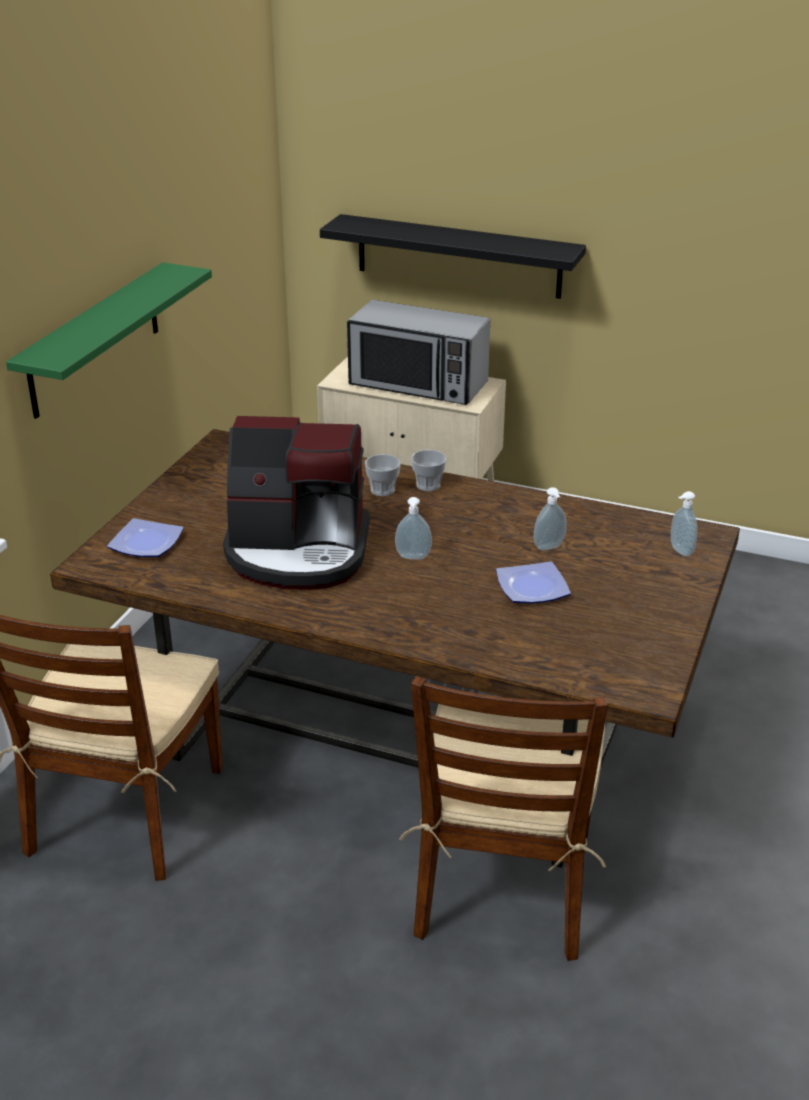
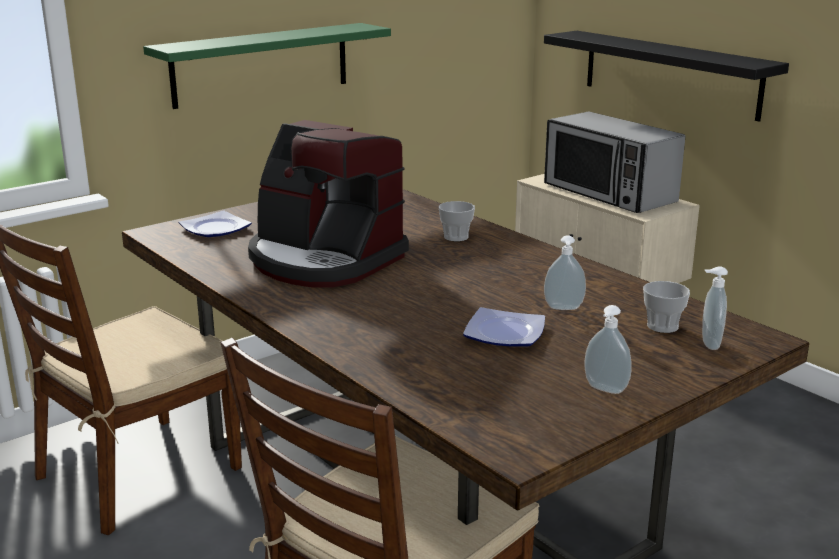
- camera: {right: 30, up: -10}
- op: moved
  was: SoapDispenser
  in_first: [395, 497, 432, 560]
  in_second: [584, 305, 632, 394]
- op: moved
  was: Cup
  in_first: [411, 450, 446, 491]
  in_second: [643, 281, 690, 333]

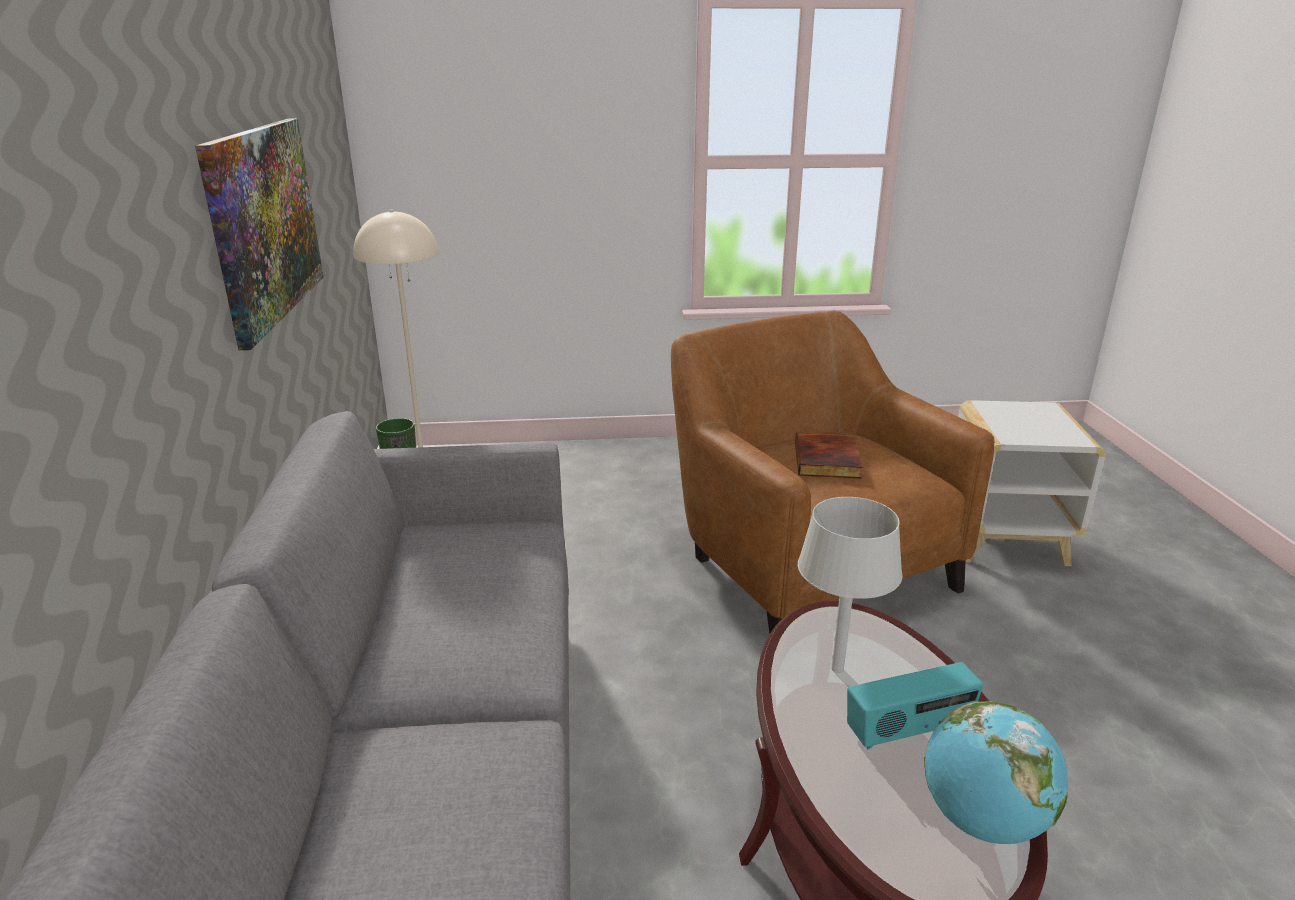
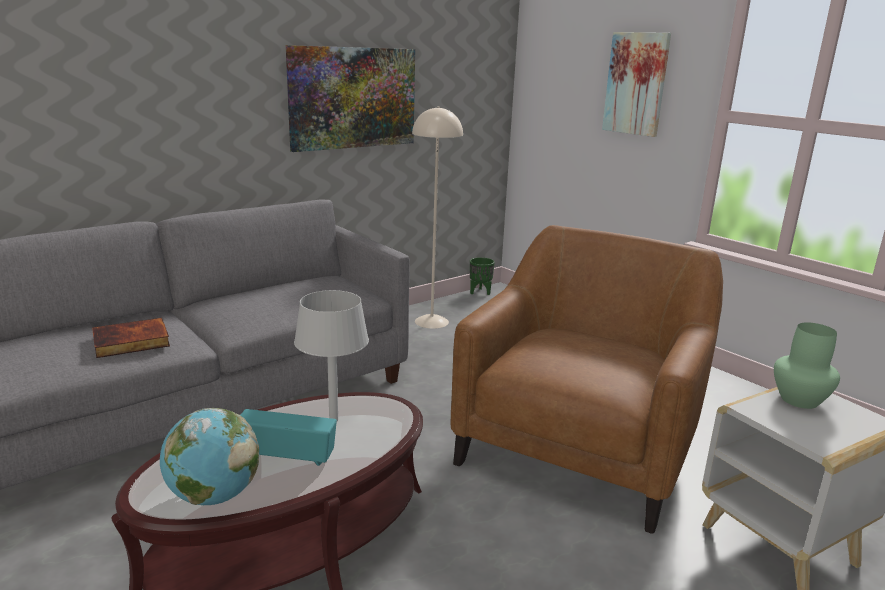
- camera: {right: 55, up: -5}
- op: moved
  was: Book
  in_first: [795, 433, 862, 478]
  in_second: [92, 318, 170, 358]
- op: turned
  was: RadioSet
  in_first: [847, 662, 983, 749]
  in_second: [240, 409, 337, 466]
  clockwise: 150
- op: added
  now: WallArt
  in_second: [602, 32, 671, 137]
- op: added
  now: GreenFlowerVase
  in_second: [774, 322, 840, 409]

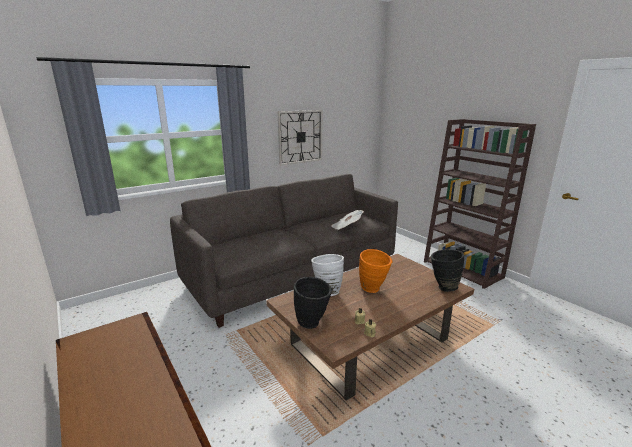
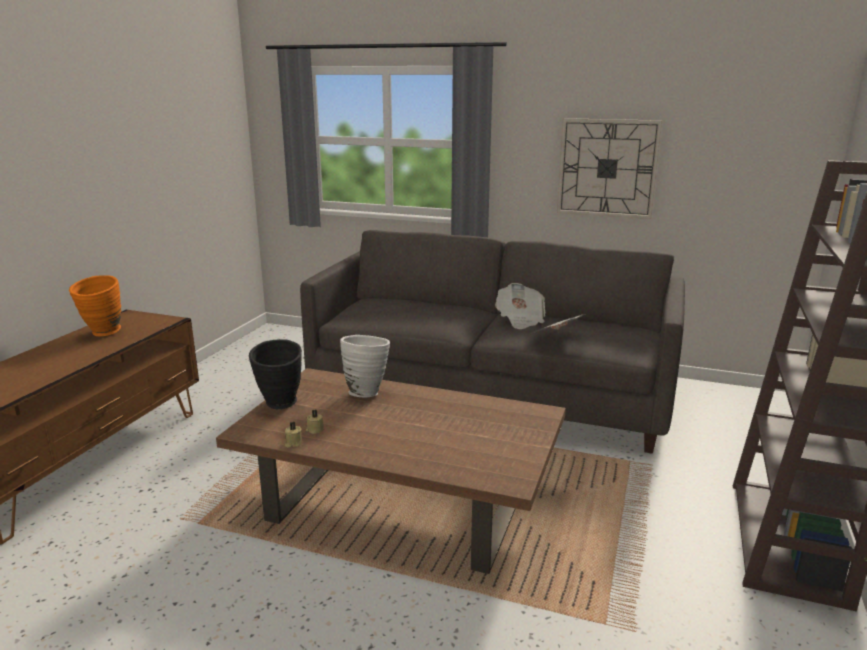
- camera: {right: 55, up: 0}
- op: moved
  was: OrangeFlowerVase
  in_first: [359, 249, 393, 293]
  in_second: [69, 275, 121, 336]
- op: added
  now: Newspaper
  in_second: [495, 283, 545, 329]
- op: removed
  was: BlackishFlowerVase
  in_first: [431, 249, 464, 292]

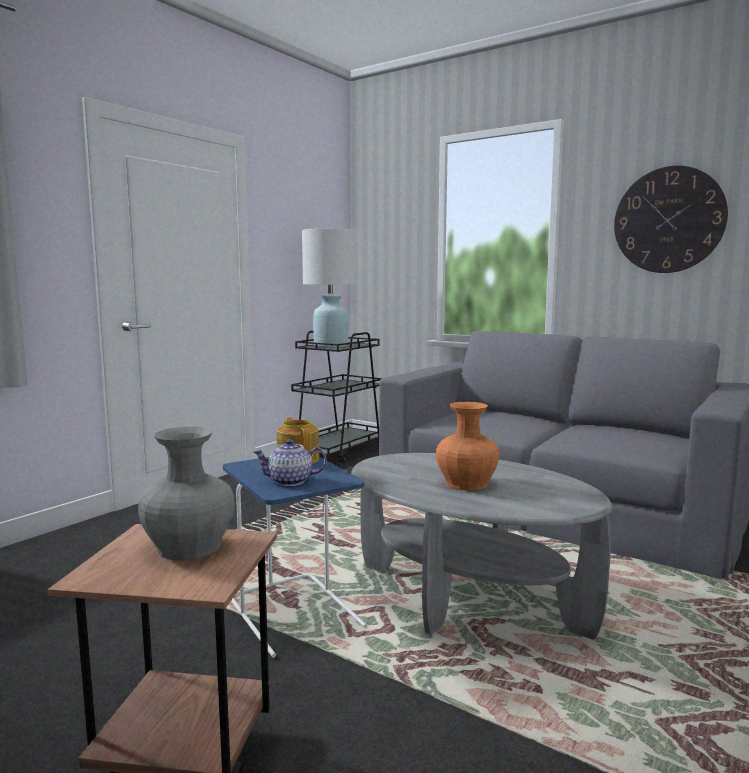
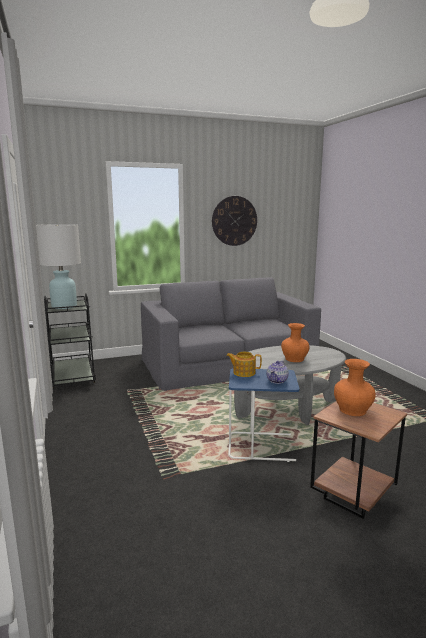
- camera: {right: -55, up: 5}
- op: recoloured
  was: GreyFlowerVase
  now: OrangeFlowerVase
  in_first: [138, 427, 235, 561]
  in_second: [334, 359, 375, 416]

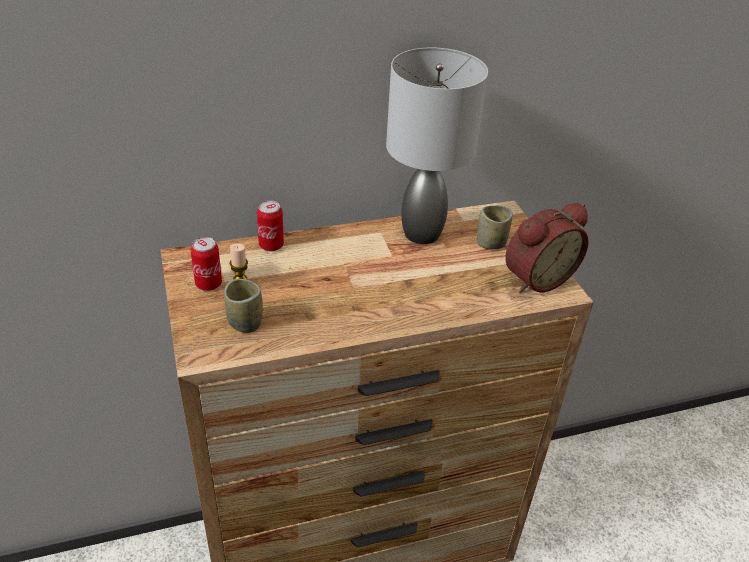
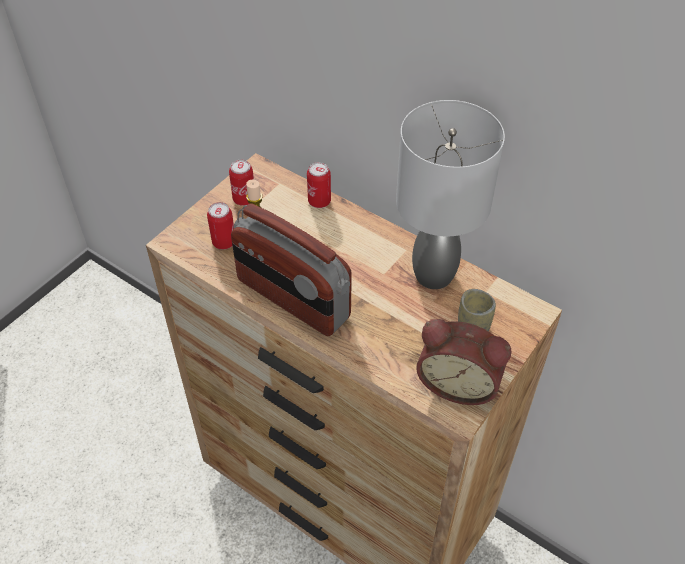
- camera: {right: 55, up: 10}
- op: replaced
  was: Cup
  now: MetalCan
  in_first: [224, 279, 263, 333]
  in_second: [207, 202, 234, 249]
- op: added
  now: RadioSet
  in_second: [231, 203, 352, 336]

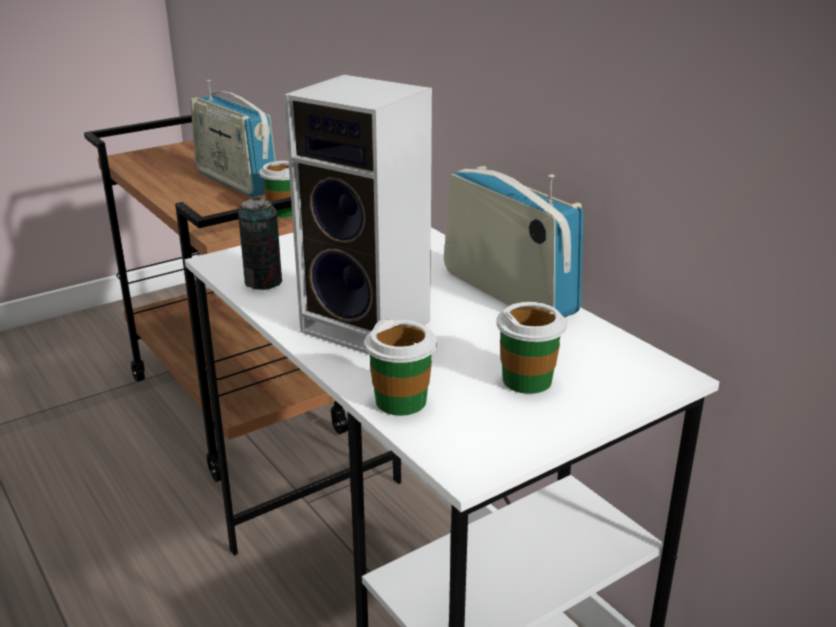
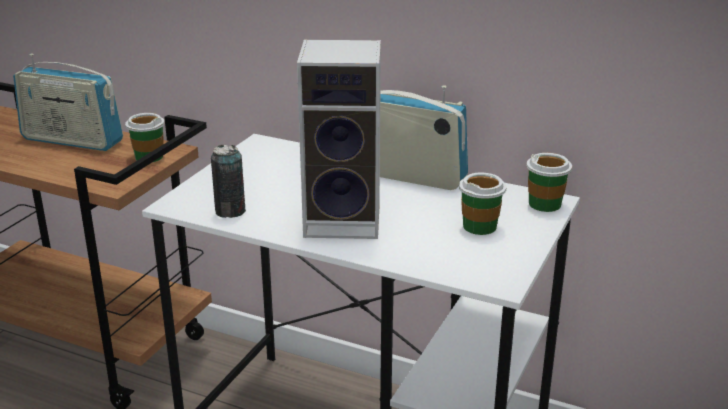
- camera: {right: -30, up: 0}
- op: moved
  was: Cup
  in_first: [365, 318, 437, 416]
  in_second: [526, 153, 572, 212]

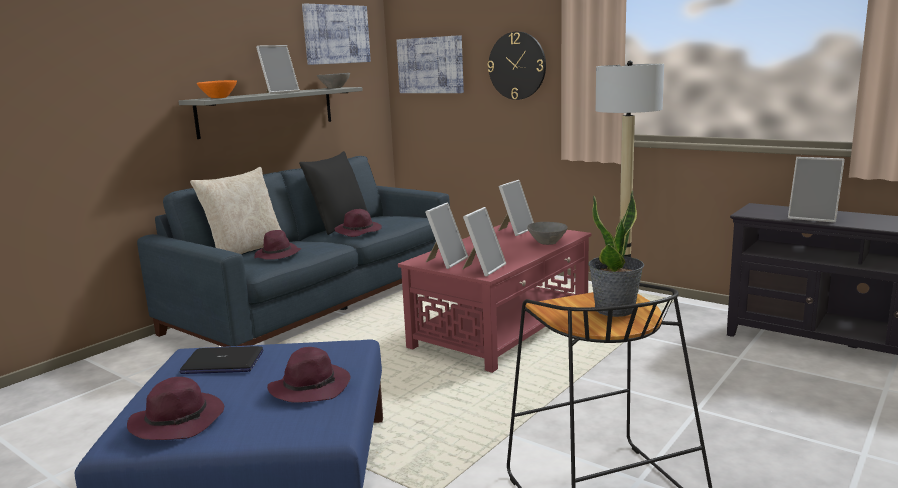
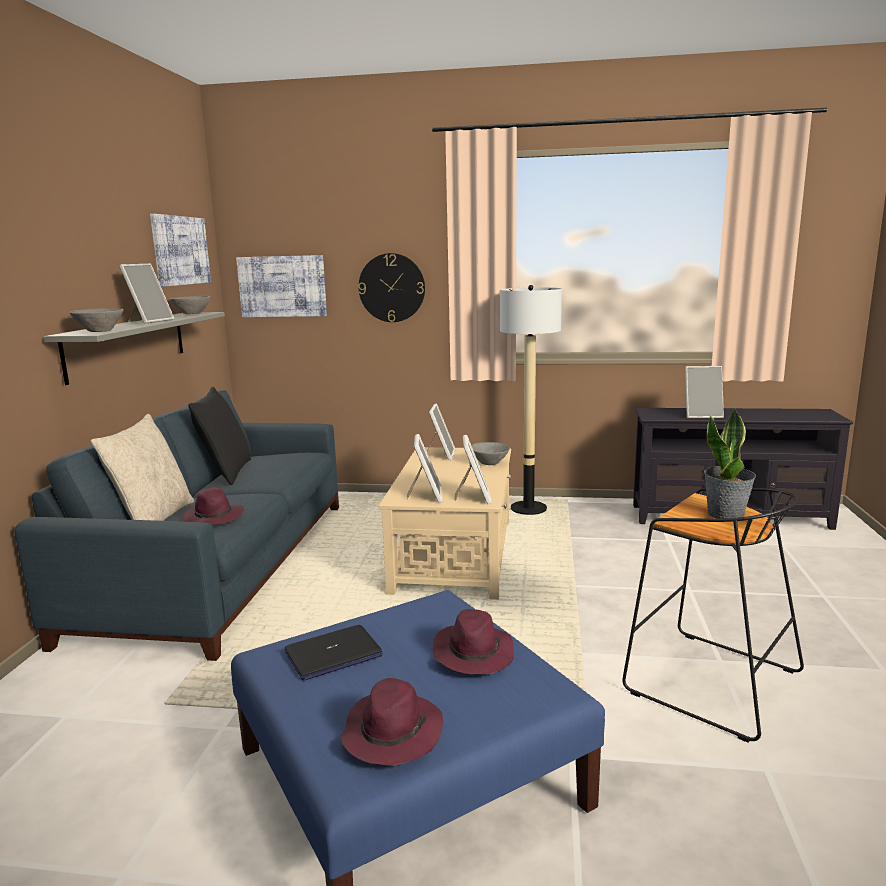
- camera: {right: -30, up: 0}
- op: recoloured
  was: OrangeDeepDish
  now: GreyDeepDish
  in_first: [197, 80, 237, 98]
  in_second: [70, 308, 124, 332]
- op: recoloured
  was: RedLowTable
  now: SandColouredLowTable
  in_first: [398, 222, 592, 373]
  in_second: [379, 447, 511, 600]
- op: removed
  was: PurplishHat
  in_first: [335, 209, 382, 237]

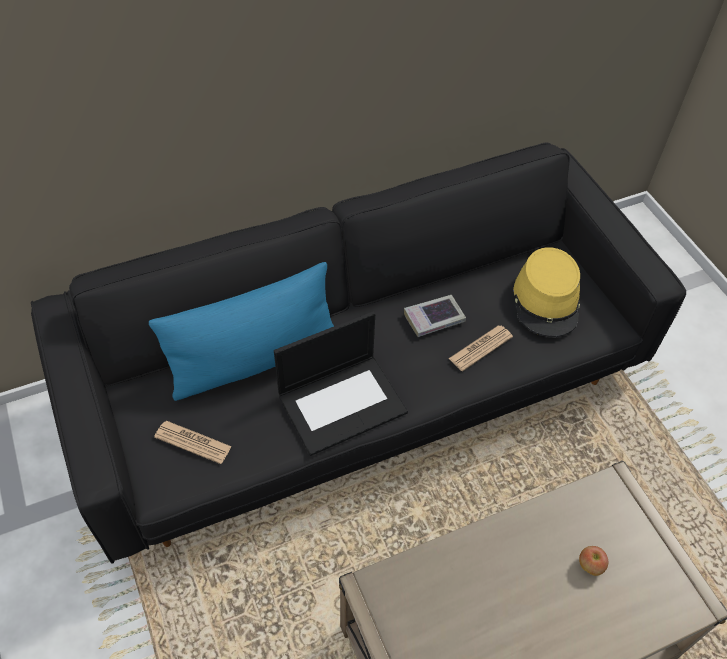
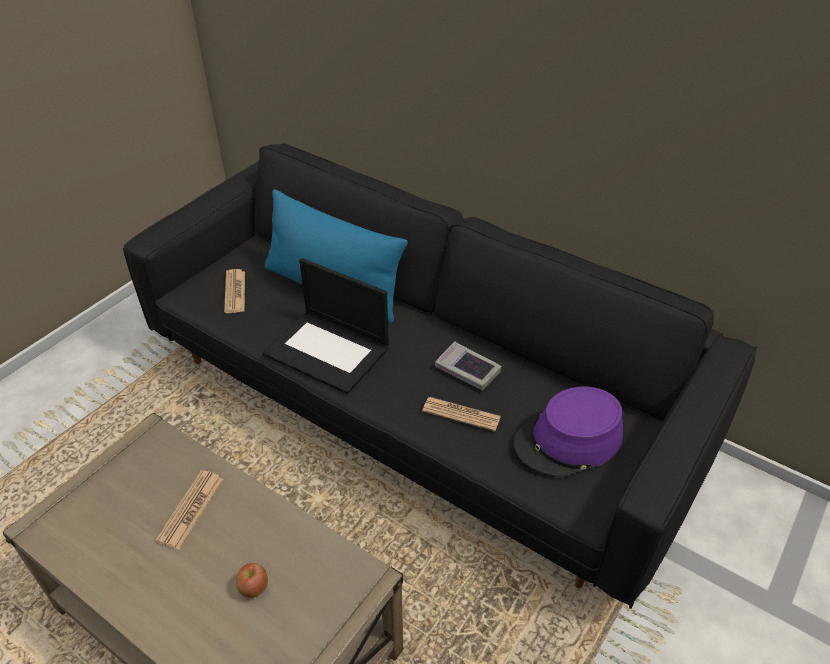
- camera: {right: 60, up: -10}
- op: added
  now: Newspaper
  in_second: [155, 470, 223, 550]
- op: recoloured
  was: YellowColouredHat
  now: PurplishHat
  in_first: [513, 247, 580, 337]
  in_second: [513, 386, 623, 477]

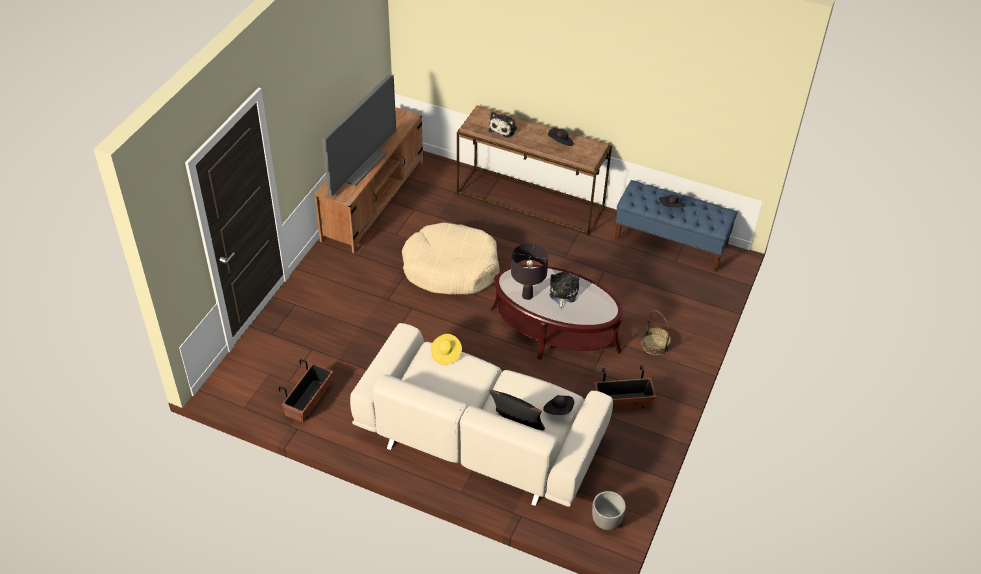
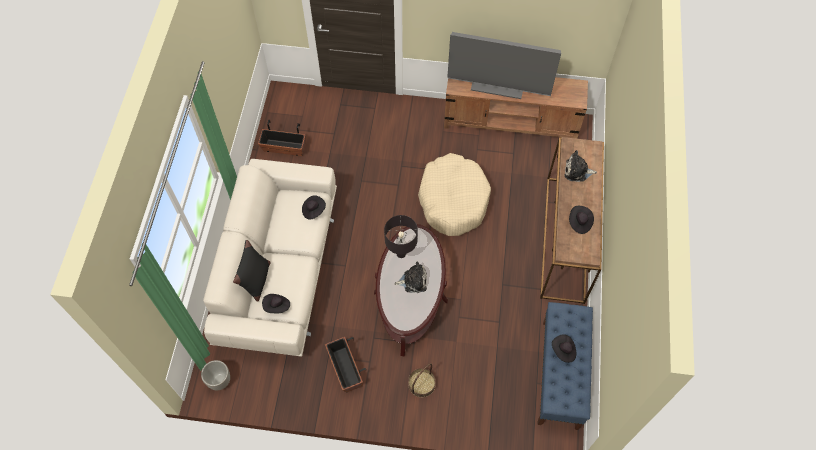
- camera: {right: 75, up: 15}
- op: recoloured
  was: YellowColouredHat
  now: BlackishHat
  in_first: [431, 334, 462, 365]
  in_second: [302, 195, 326, 219]

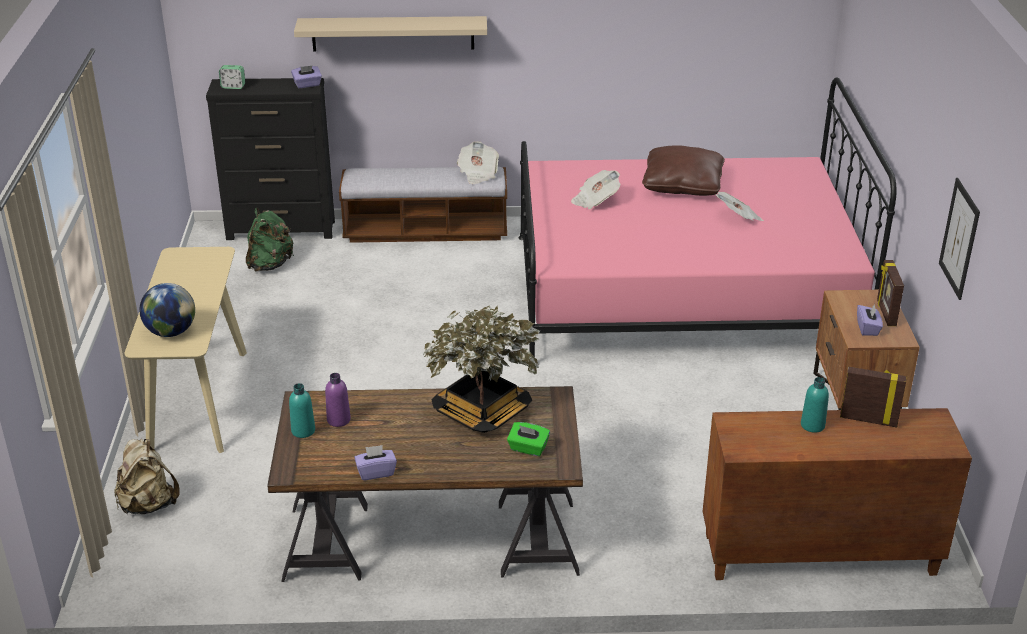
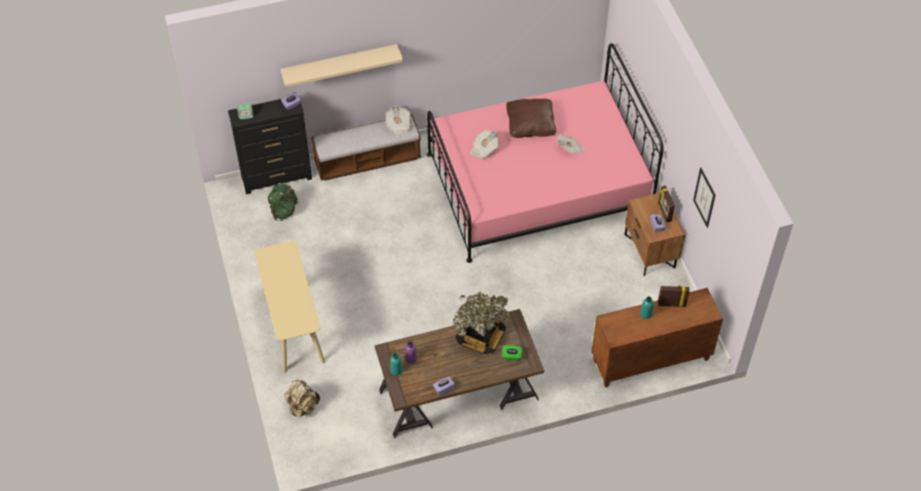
- camera: {right: -15, up: 20}
- op: removed
  was: Globe
  in_first: [139, 283, 195, 337]

